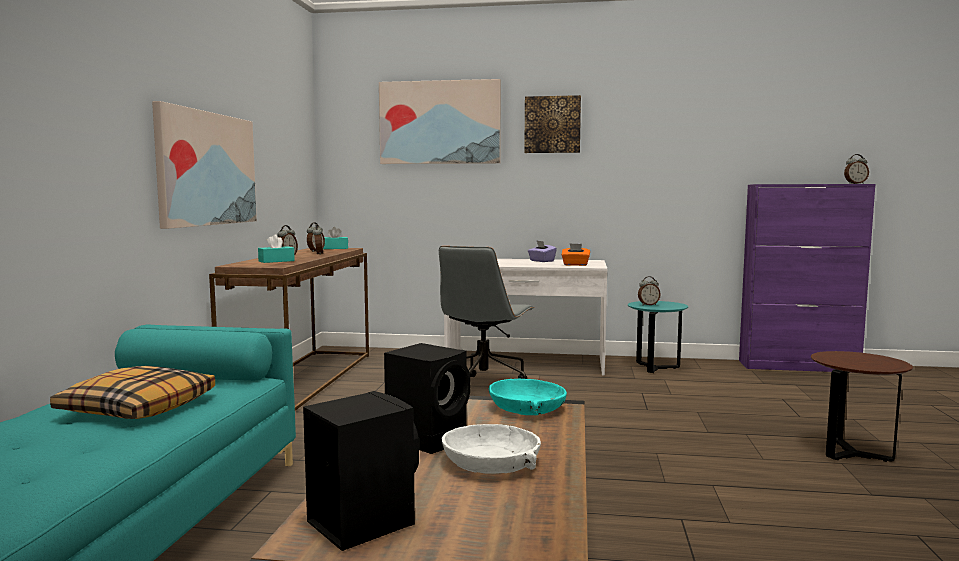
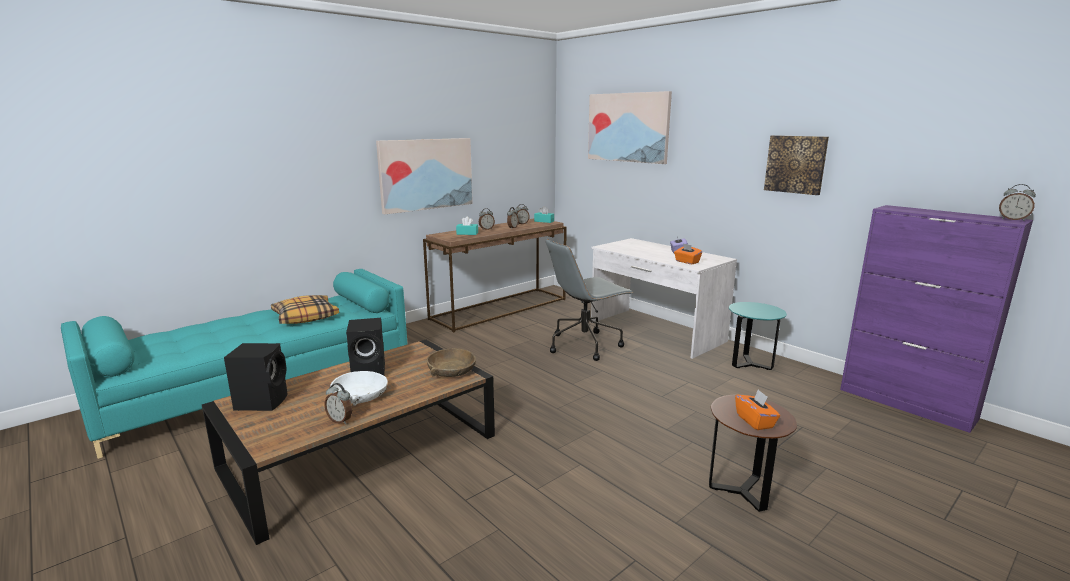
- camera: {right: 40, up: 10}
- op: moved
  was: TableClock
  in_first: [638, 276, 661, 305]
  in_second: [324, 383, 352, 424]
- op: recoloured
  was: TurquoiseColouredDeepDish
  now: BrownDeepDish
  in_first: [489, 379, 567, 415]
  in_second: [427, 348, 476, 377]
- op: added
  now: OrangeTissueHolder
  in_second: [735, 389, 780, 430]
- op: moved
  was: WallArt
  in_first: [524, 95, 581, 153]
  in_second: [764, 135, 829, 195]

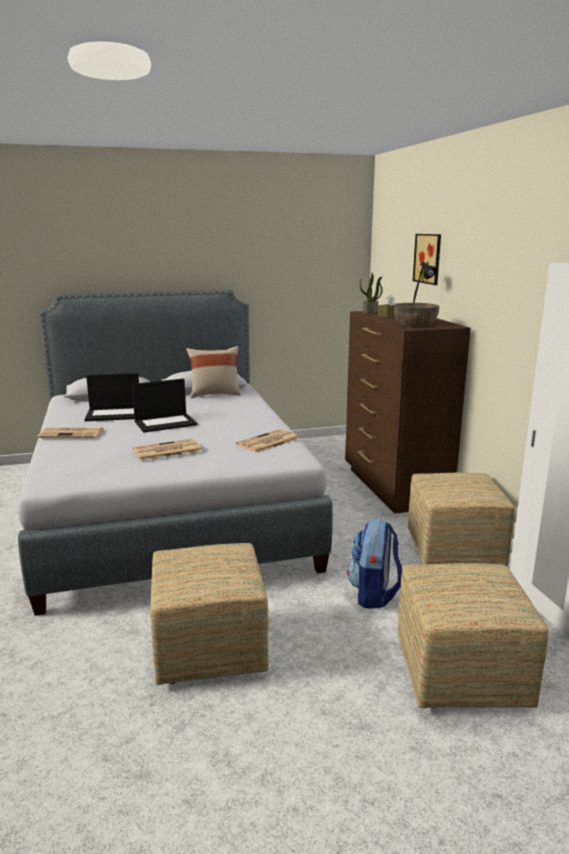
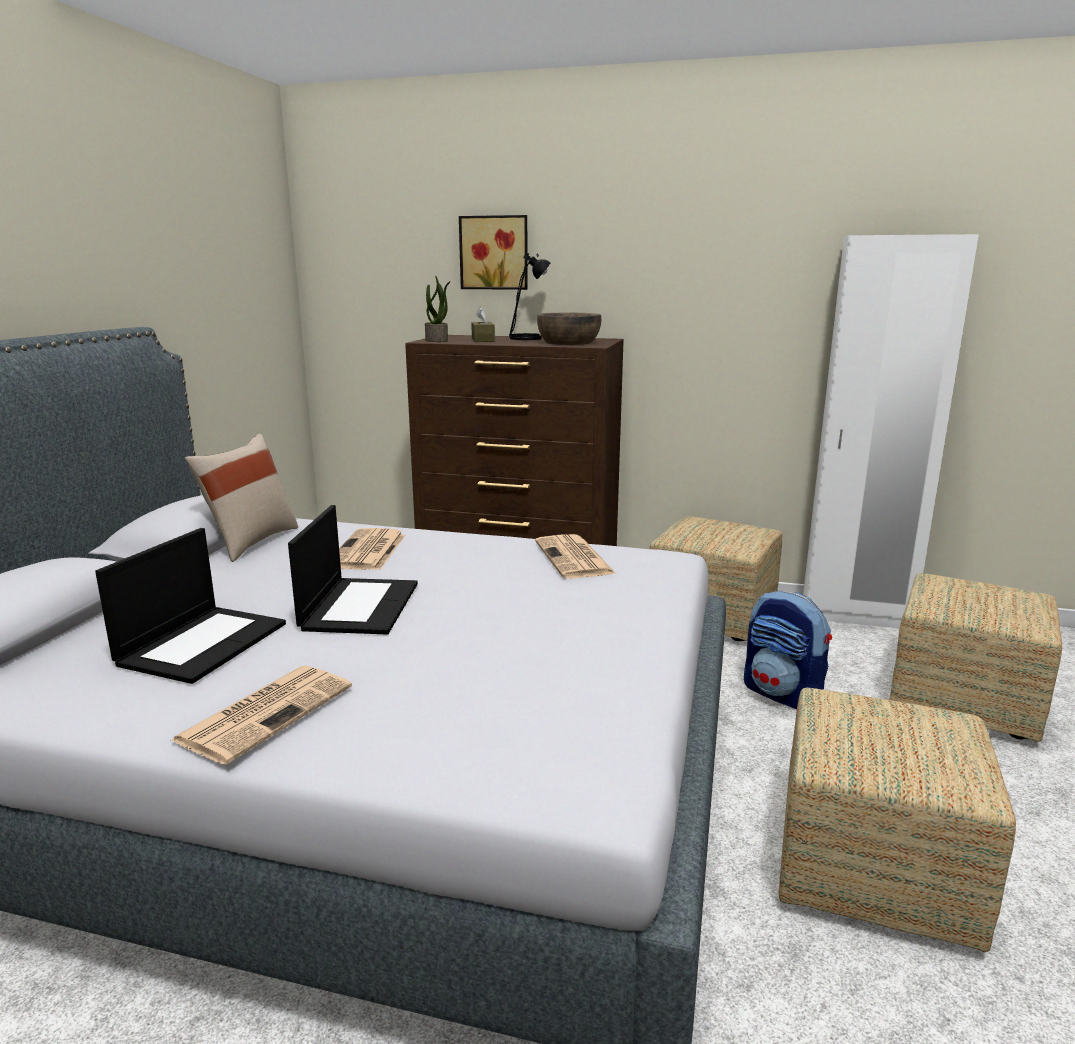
- camera: {right: -60, up: 0}
- op: moved
  was: Newspaper
  in_first: [133, 439, 202, 461]
  in_second: [339, 528, 406, 570]

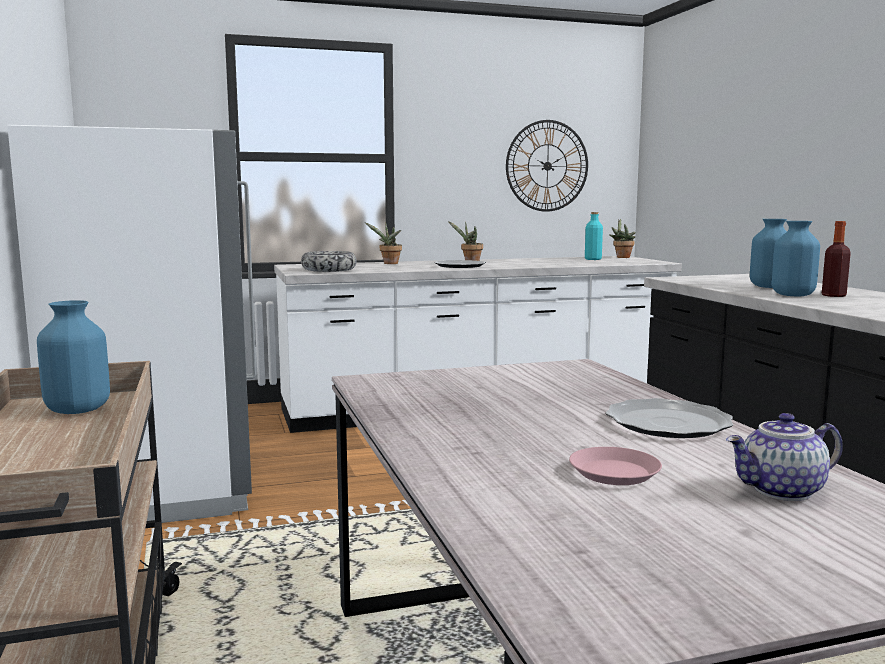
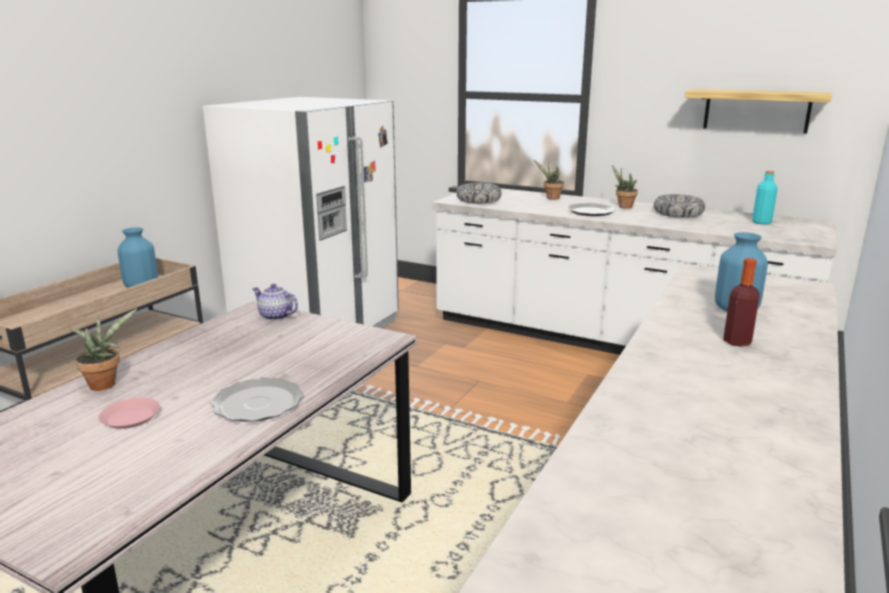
- camera: {right: 45, up: 10}
- op: moved
  was: PlantInAPot
  in_first: [609, 219, 636, 258]
  in_second: [70, 309, 137, 391]
- op: moved
  was: Teapot
  in_first: [726, 413, 843, 501]
  in_second: [252, 284, 298, 320]
- op: added
  now: DeepDish
  in_second: [654, 194, 705, 218]
- op: replaced
  was: ClockOnTheWall
  now: Shelf
  in_first: [506, 120, 588, 212]
  in_second: [685, 89, 832, 134]
- op: removed
  was: BluishFlowerVase
  in_first: [772, 221, 820, 296]

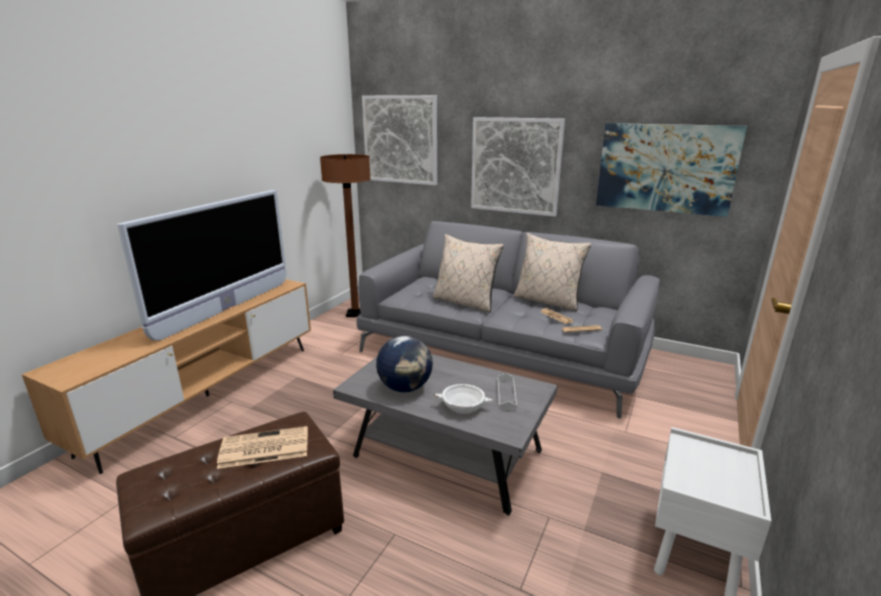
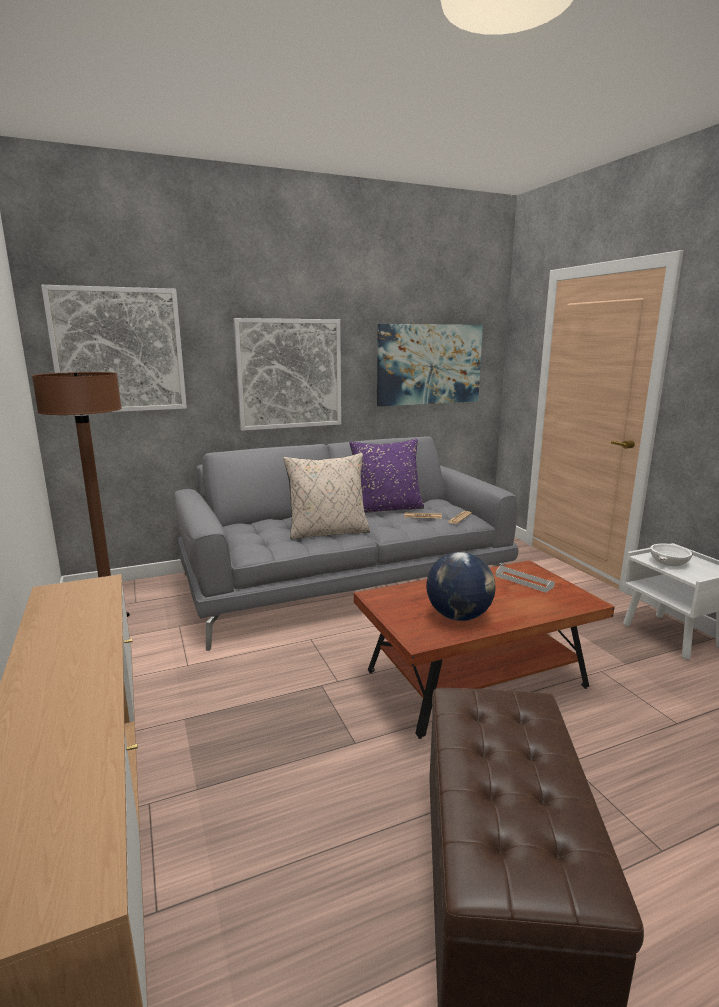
- camera: {right: -50, up: -5}
- op: recoloured
  was: SandColouredThrowPillow
  now: PurplishThrowPillow
  in_first: [514, 233, 591, 311]
  in_second: [349, 439, 424, 513]
- op: recoloured
  was: GreyLowTable
  now: BrownLowTable
  in_first: [333, 354, 558, 516]
  in_second: [354, 560, 615, 739]
- op: moved
  was: WhitishDeepDish
  in_first: [434, 384, 493, 414]
  in_second: [650, 544, 693, 566]
- op: removed
  was: Tv
  in_first: [117, 190, 286, 341]
- op: removed
  was: Newspaper
  in_first: [217, 426, 308, 469]

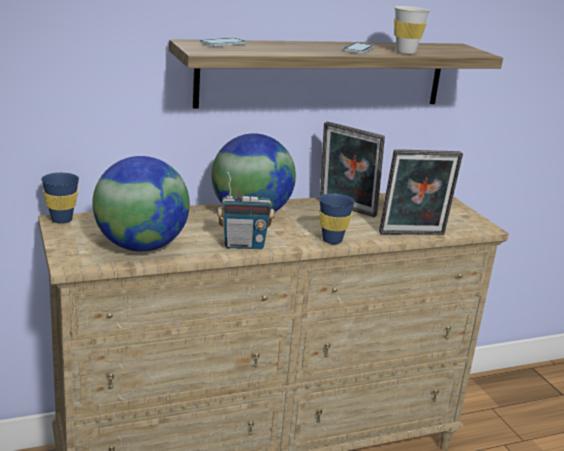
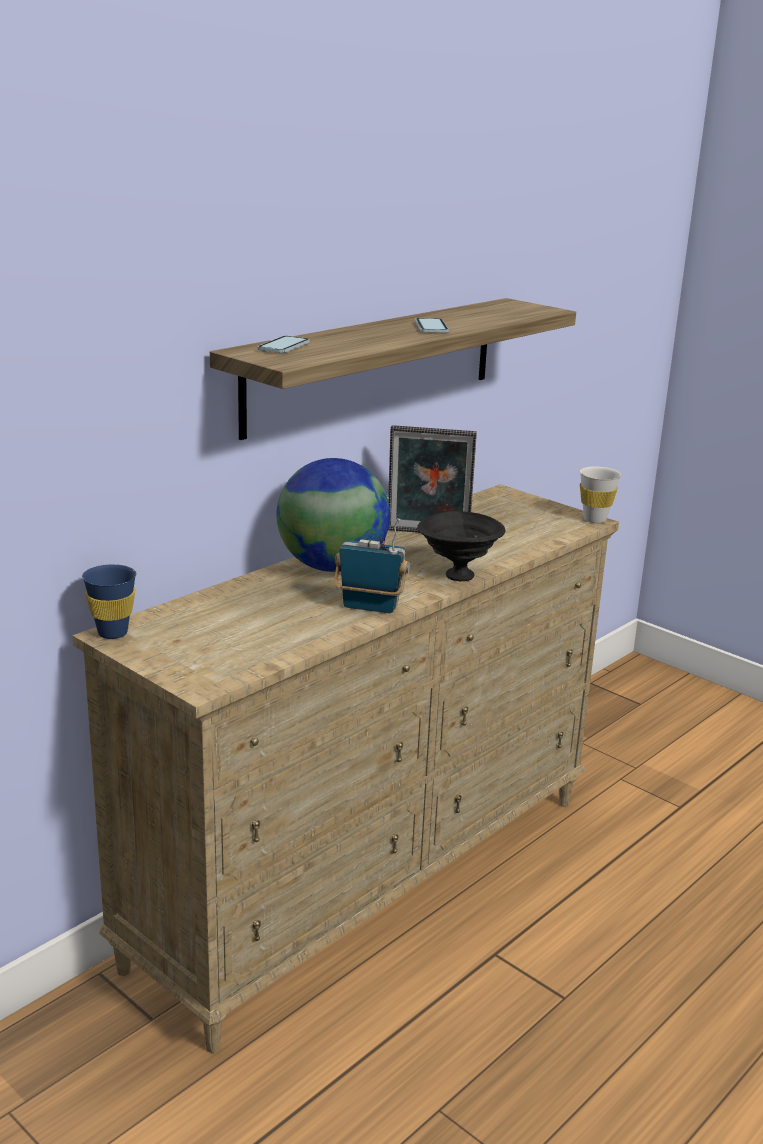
- camera: {right: -25, up: 0}
- op: turned
  was: RadioSet
  in_first: [217, 172, 275, 249]
  in_second: [334, 518, 410, 613]
  clockwise: -135
- op: replaced
  was: BluishCup
  now: BlackishDeepDish
  in_first: [319, 193, 355, 244]
  in_second: [417, 511, 506, 581]
- op: moved
  was: WhitishCup
  in_first: [394, 6, 430, 54]
  in_second: [580, 466, 621, 523]
- op: removed
  was: Globe
  in_first: [92, 156, 190, 252]
- op: removed
  was: StandingFrame
  in_first: [379, 149, 463, 235]

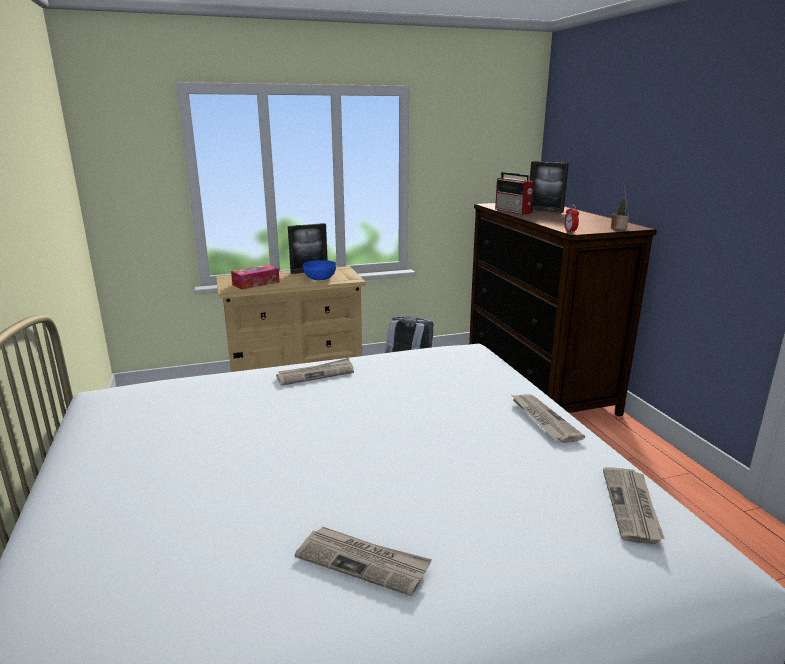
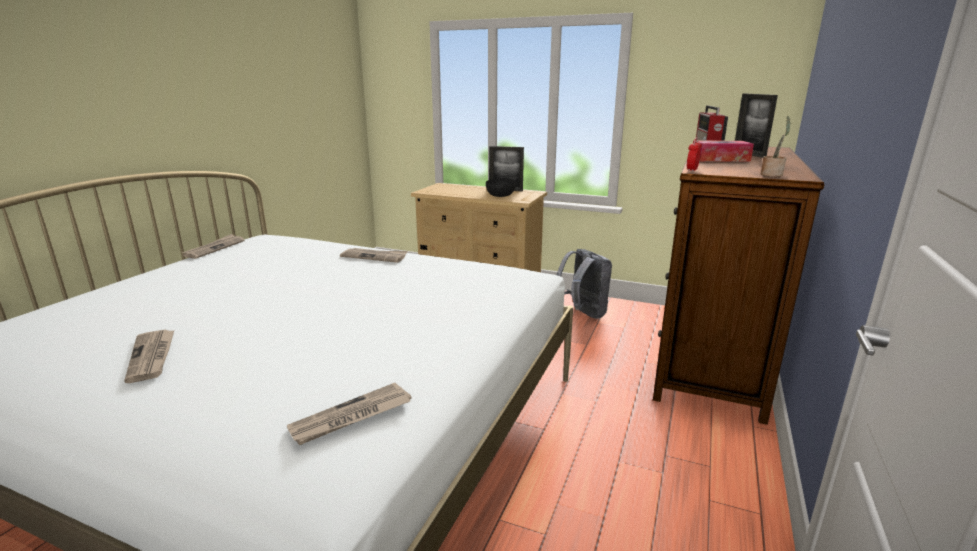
- camera: {right: 40, up: 0}
- op: moved
  was: Newspaper
  in_first: [512, 394, 585, 443]
  in_second: [182, 234, 244, 259]
- op: recoloured
  was: BluishDeepDish
  now: BlackishDeepDish
  in_first: [303, 260, 336, 280]
  in_second: [486, 179, 516, 197]
- op: moved
  was: TissueHolder
  in_first: [231, 265, 280, 290]
  in_second: [693, 141, 754, 161]

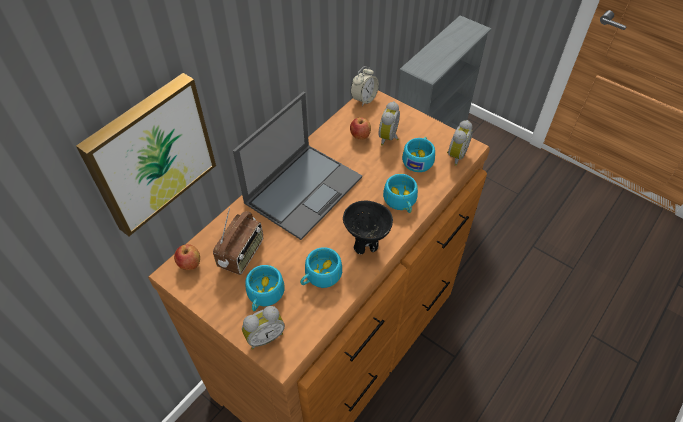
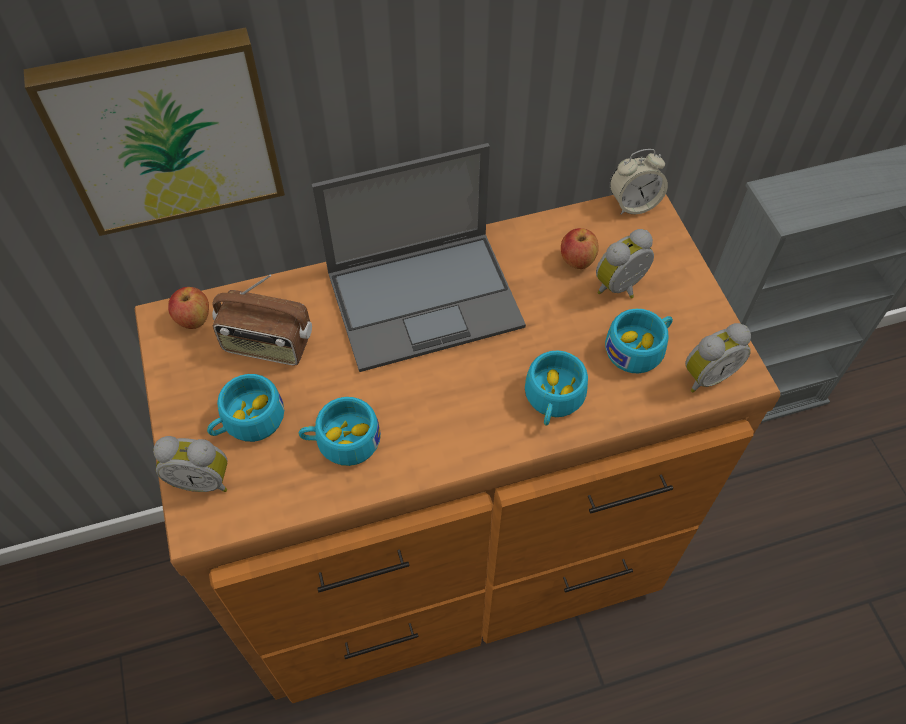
- camera: {right: 35, up: 5}
- op: turned
  was: RadioSet
  in_first: [213, 208, 263, 275]
  in_second: [212, 275, 312, 366]
  clockwise: 45
- op: removed
  was: BlackishDeepDish
  in_first: [343, 201, 393, 254]

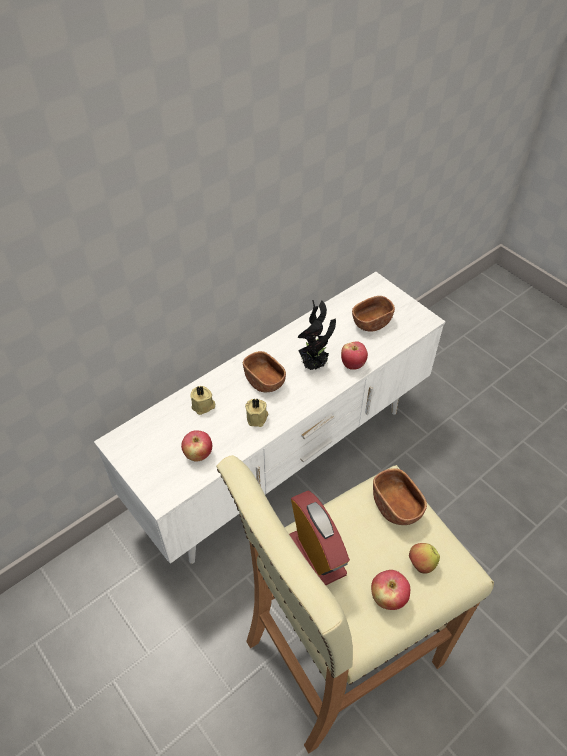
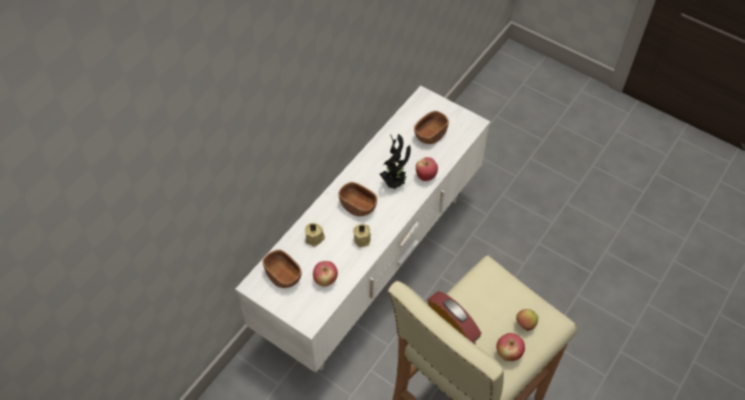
- camera: {right: -15, up: 5}
- op: moved
  was: BrownDeepDish
  in_first: [373, 468, 427, 525]
  in_second: [262, 250, 302, 288]

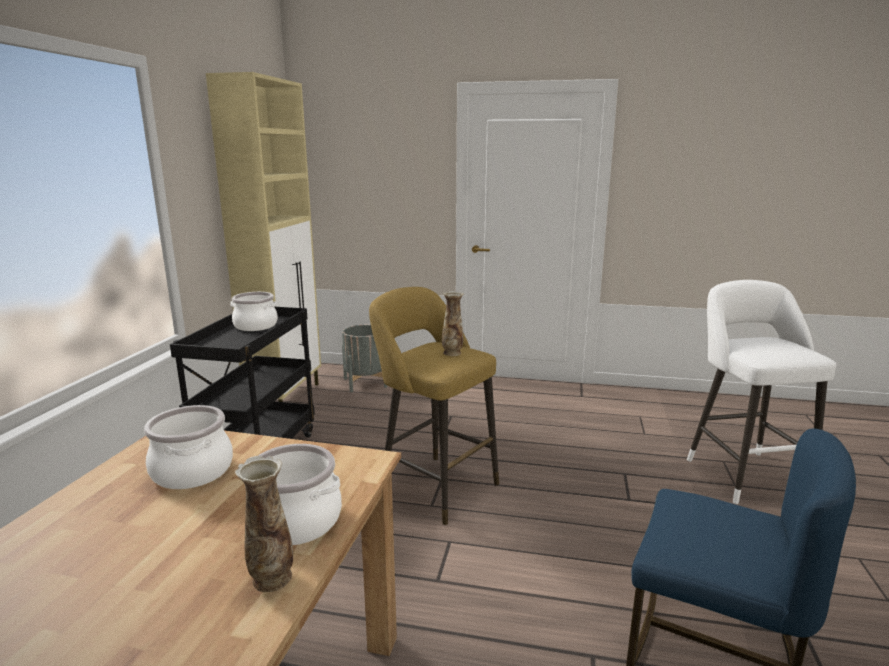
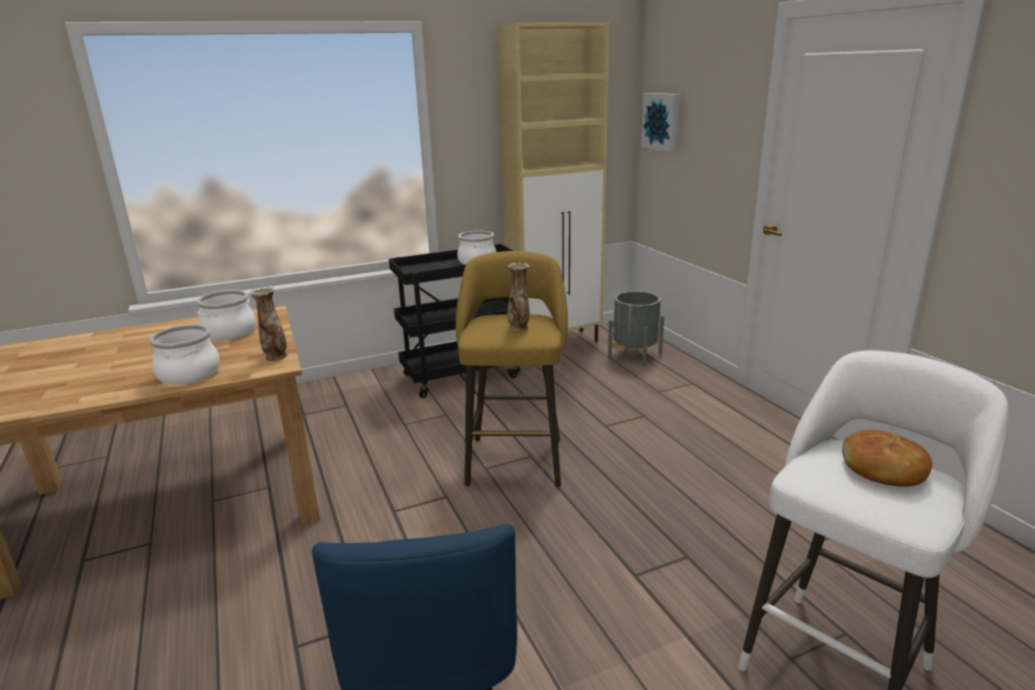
- camera: {right: 55, up: 5}
- op: moved
  was: FlowerVase
  in_first: [235, 456, 293, 592]
  in_second: [250, 287, 287, 361]
- op: added
  now: WallArt
  in_second: [641, 93, 680, 152]
- op: added
  now: BakedBread
  in_second: [842, 430, 932, 487]

